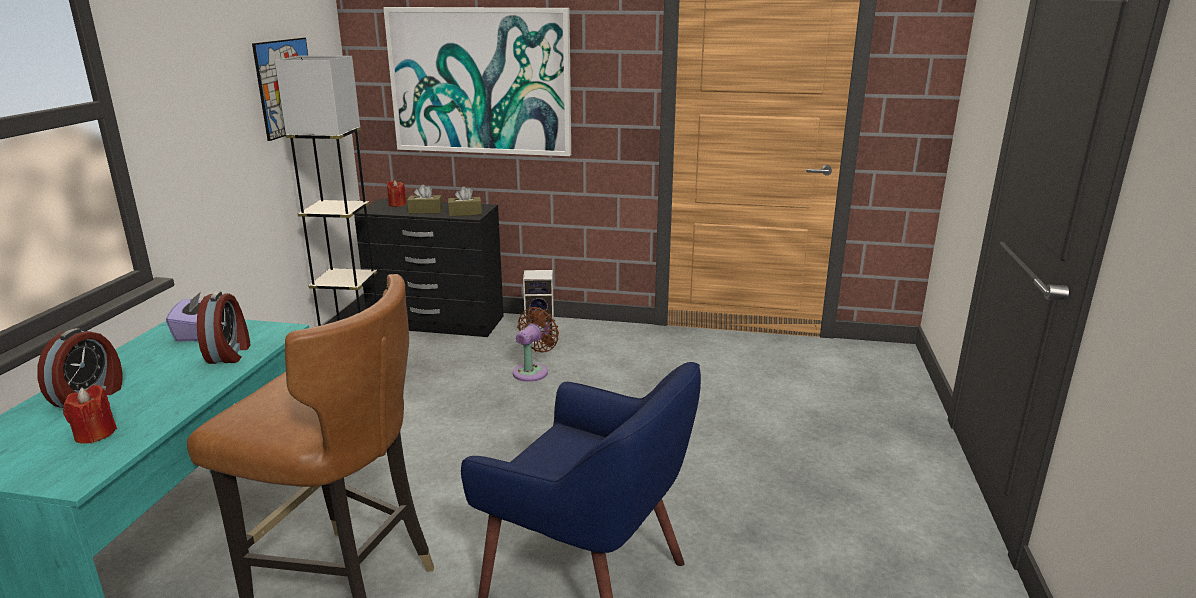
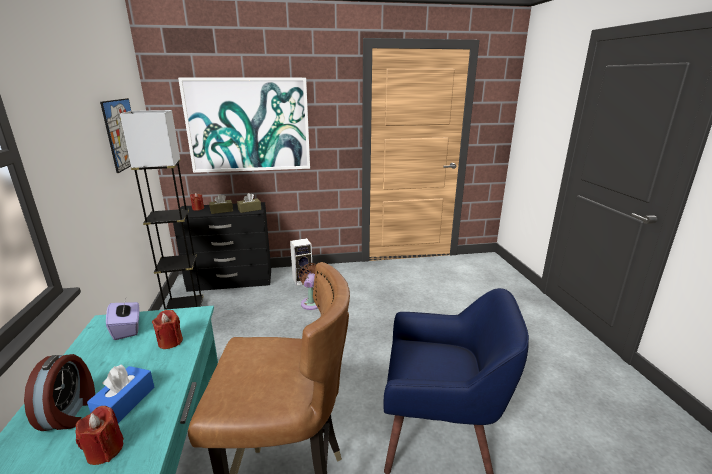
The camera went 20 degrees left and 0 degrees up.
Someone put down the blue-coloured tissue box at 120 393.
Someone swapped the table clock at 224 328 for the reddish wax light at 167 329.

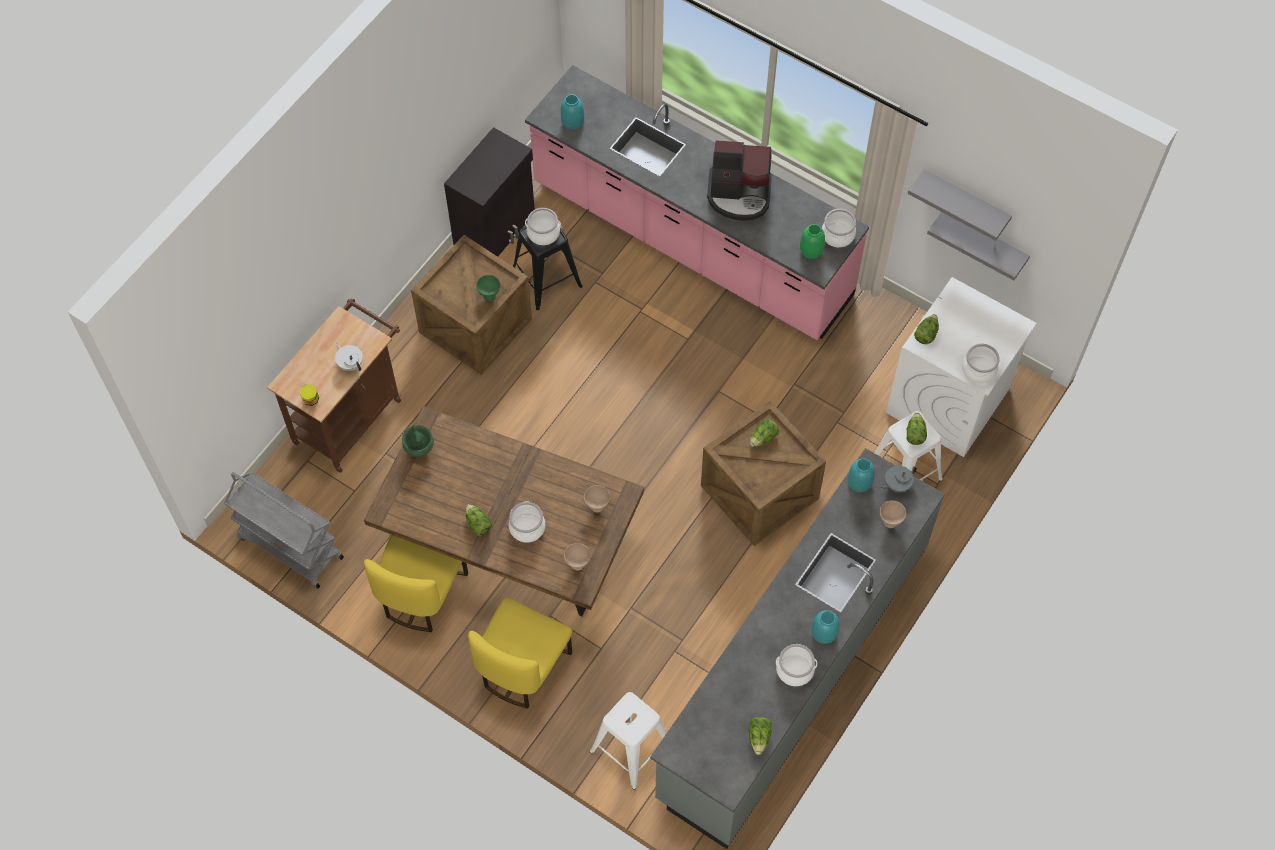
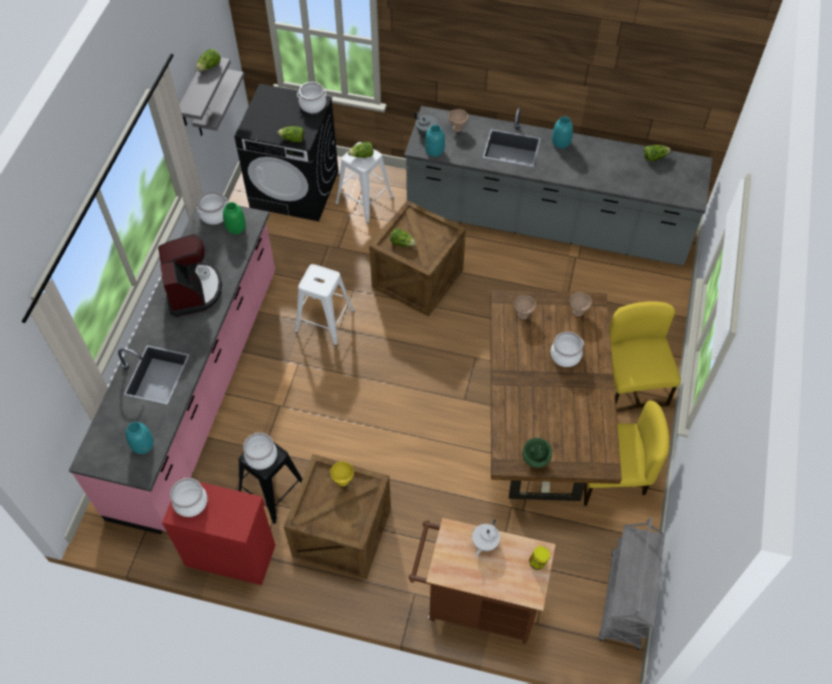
The camera went 110 degrees left and 5 degrees down.
Someone carried the lettuce head from 478 520 to 208 60.
Someone carried the white-coloured stool from 628 741 to 324 305.
Someone carried the saucepot from 796 665 to 188 497.
Someone repainted the black storage cabinet at 489 192, which became the reddish storage cabinet at 219 531.
Someone repainted the greenish deep dish at 488 288, which became the yellow deep dish at 342 473.
Someone repainted the white-coloured laundry appliance at 961 367, which became the black laundry appliance at 286 152.
Someone rotated the yellow plain chair at 520 653 by 105 degrees counterclockwise.

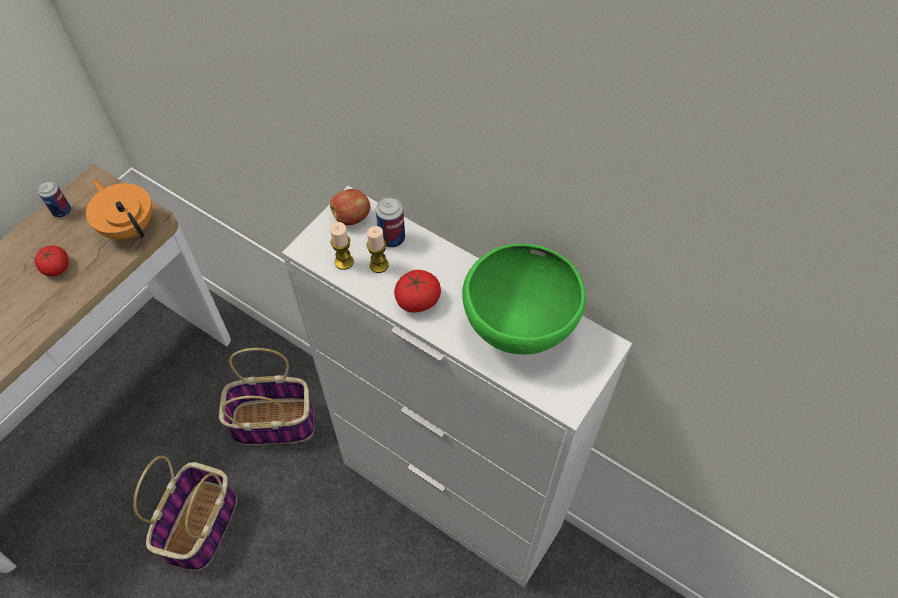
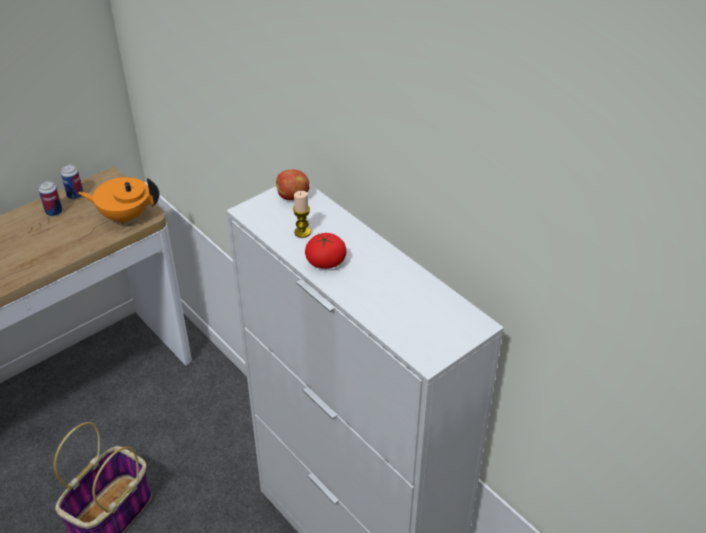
The camera went 15 degrees right and 15 degrees down.
Someone took away the fresh tomato at 52 260.
Someone took away the storage basket at 266 396.
Someone took away the wax light at 342 246.
Someone took away the greenish deep dish at 524 299.
Someone carried the metal can from 390 222 to 51 198.
Someone rotated the orange teapot at 119 209 by 60 degrees counterclockwise.

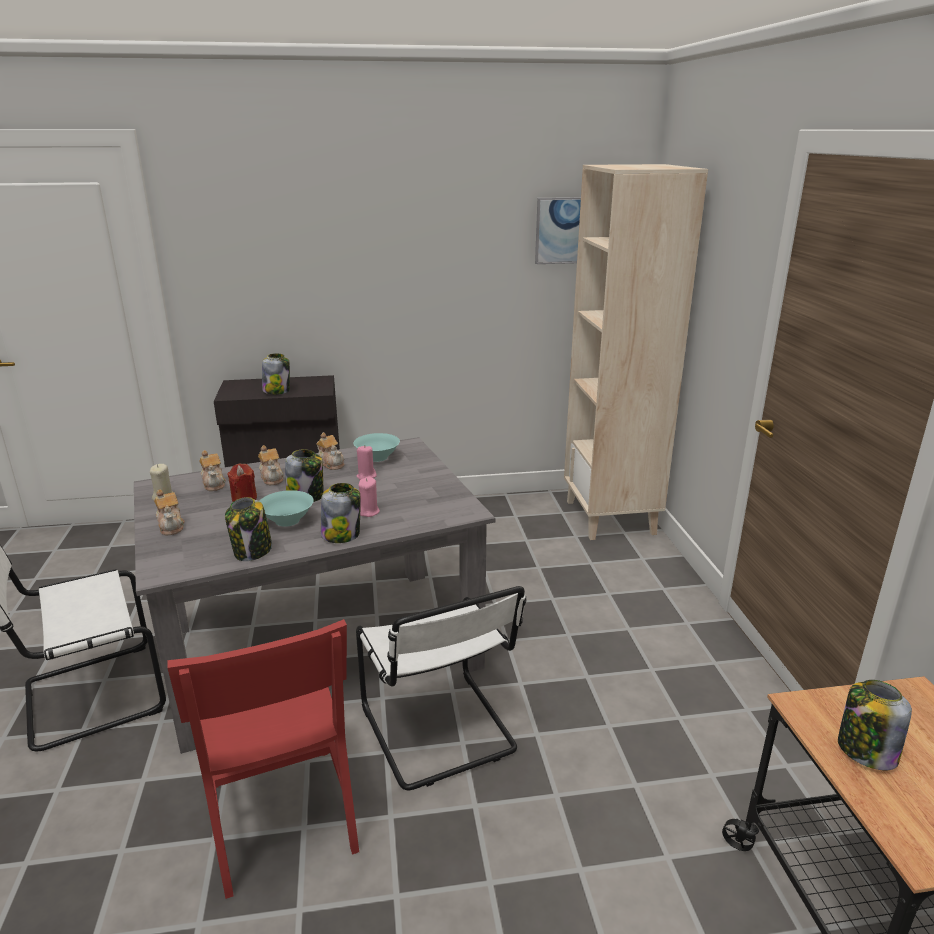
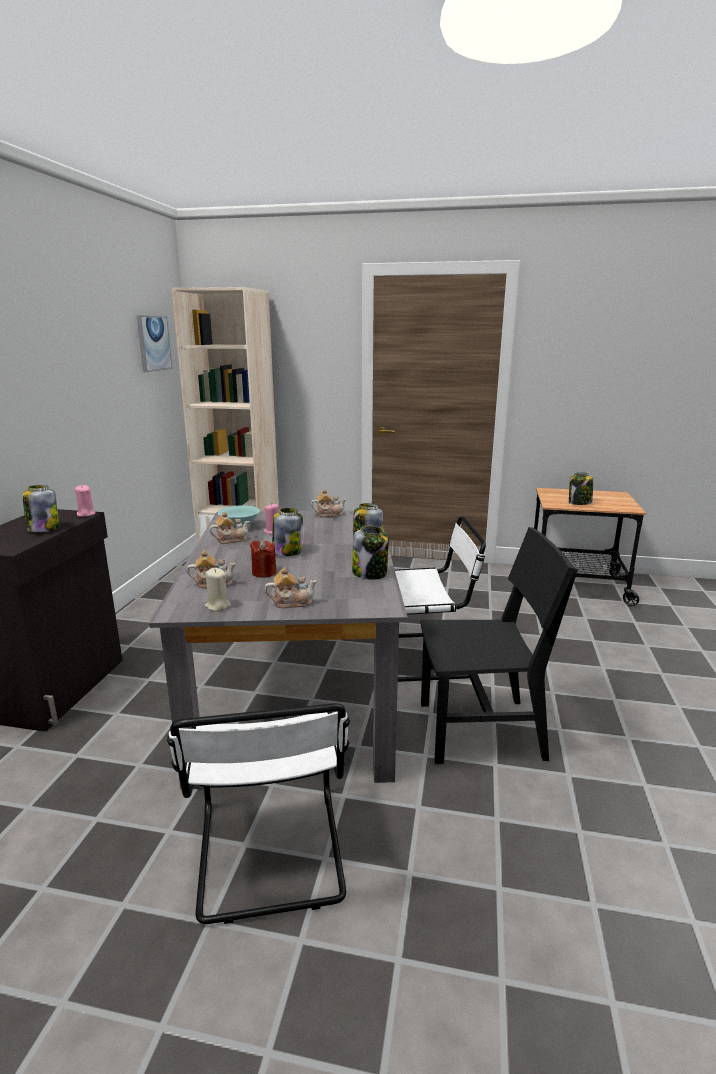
The camera went 70 degrees left and 5 degrees down.
Someone took away the blue-green deep dish at 287 508.
Someone carried the teapot from 271 465 to 328 503.
Someone carried the pinkish wax light from 369 497 to 85 501.
Someone repainted the reddish plain chair at 263 759, which became the black plain chair at 499 645.

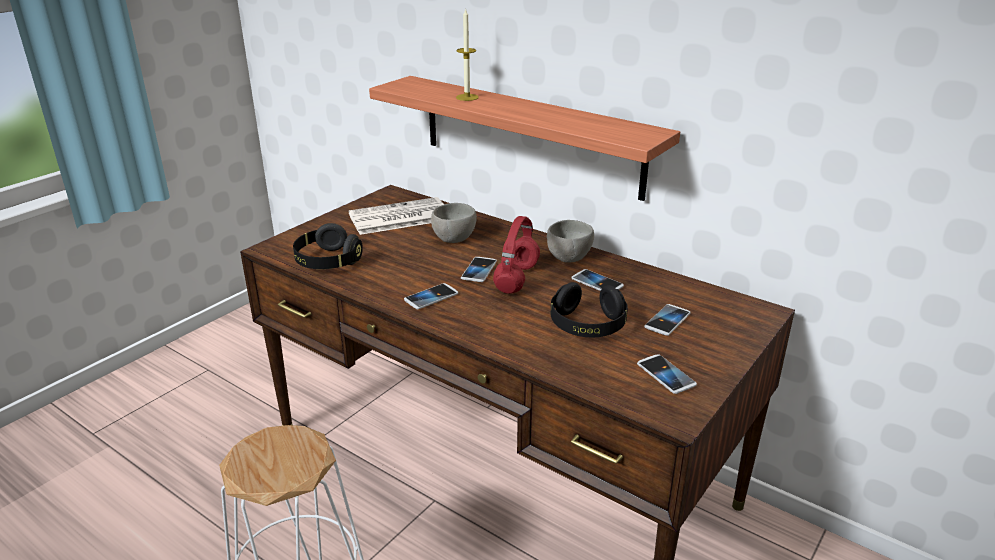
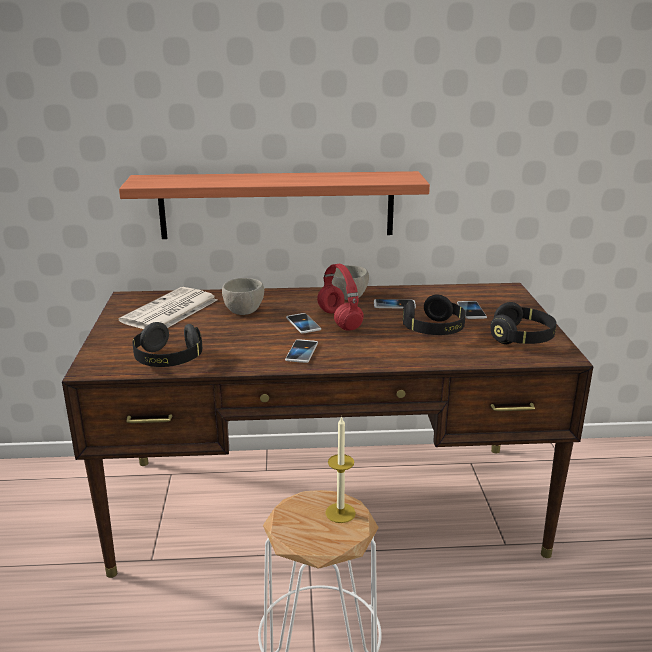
The camera went 40 degrees left and 5 degrees down.
Someone carried the wax light from 467 54 to 340 469.
Someone swapped the telephone at 667 374 for the black pair of headphones at 523 323.

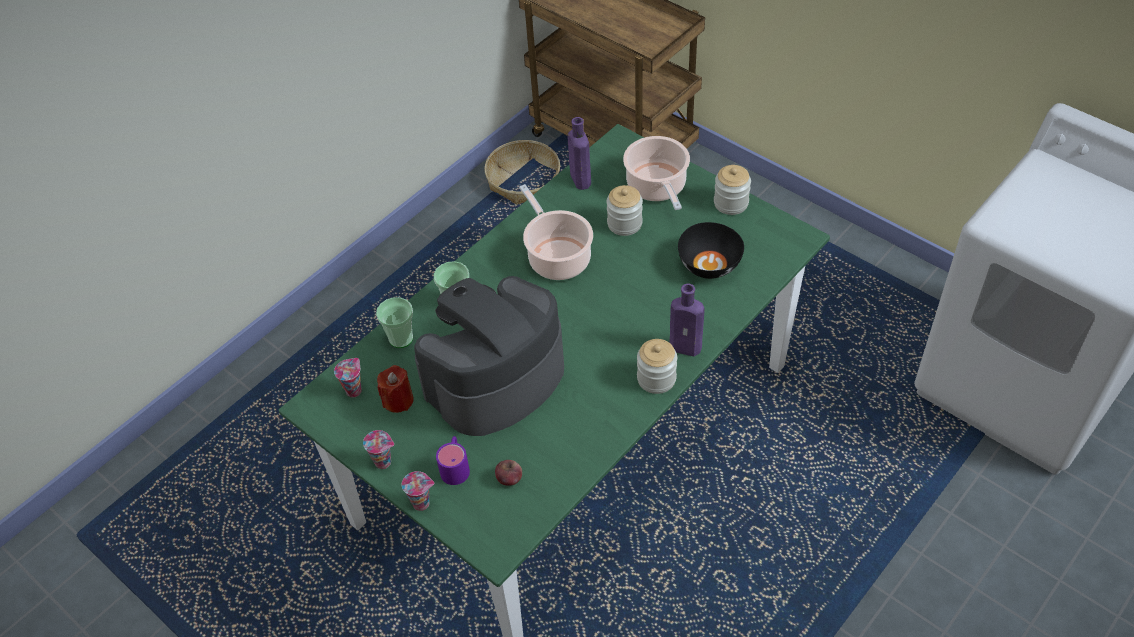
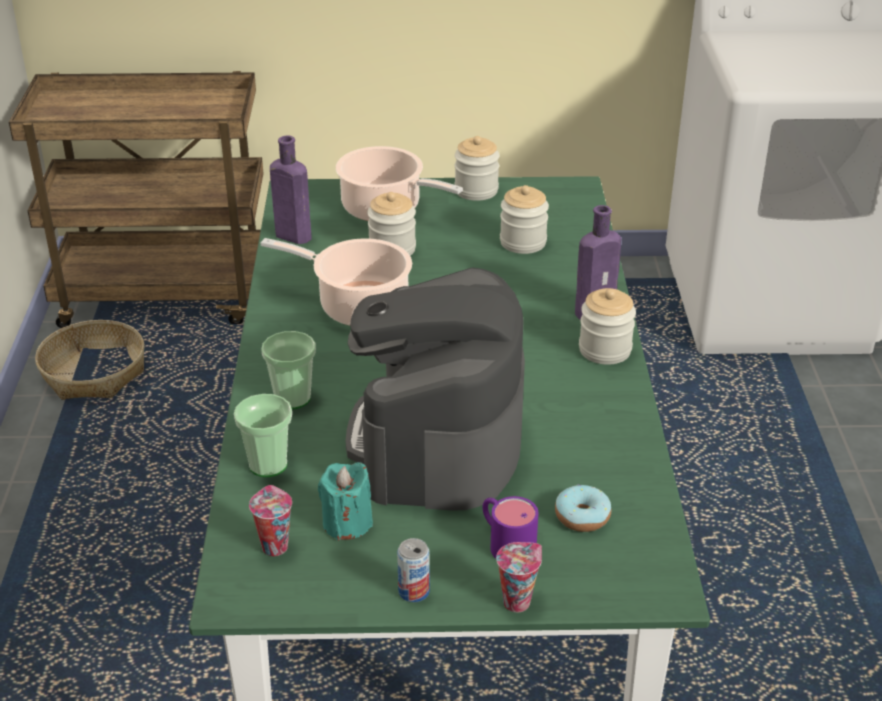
The camera went 45 degrees left and 15 degrees down.
Someone swapped the drinking cup at 378 449 for the metal can at 413 570.
Someone swapped the whole apple at 508 473 for the donut at 583 508.
Someone swapped the black deep dish at 711 250 for the preserve jar at 524 219.
Someone repainted the reddish wax light at 395 389, which became the blue-green wax light at 345 501.

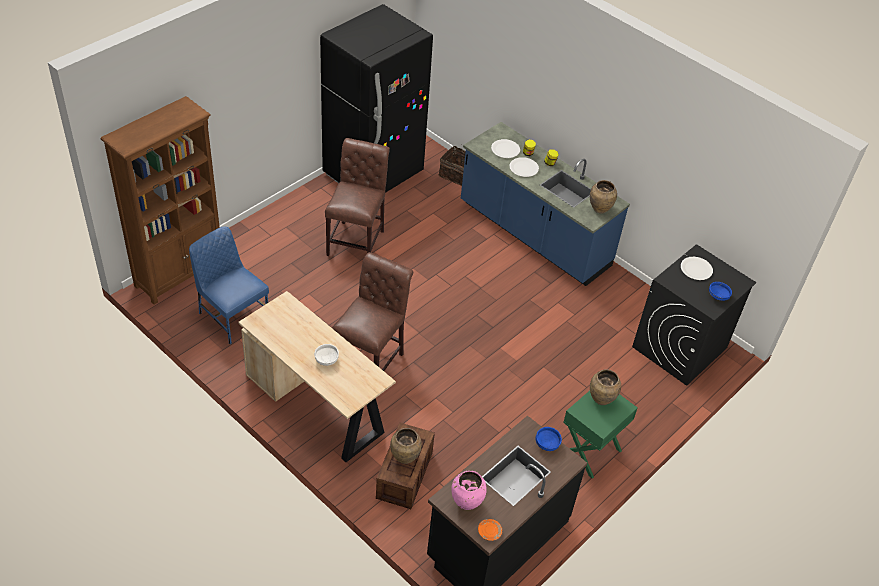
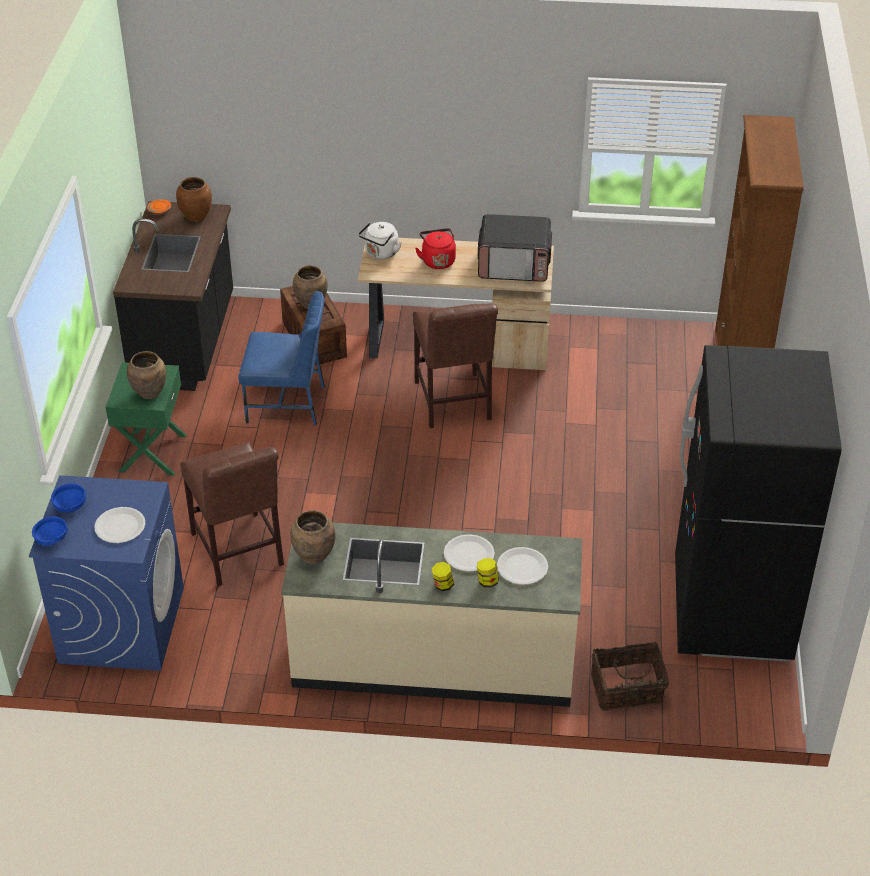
The camera went 145 degrees right and 5 degrees down.
Someone put down the white-coloured kettle at 380 240.
Someone put down the microwave at 515 248.
Someone carried the blue-coloured plain chair from 229 285 to 282 358.
Someone carried the brownish plain chair from 357 197 to 232 514.
Someone carried the blue-coloured deep dish from 549 439 to 50 531.
Someone swapped the white-coloured deep dish at 326 355 for the reddish kettle at 435 248.
Someone repainted the pinkish vase at 469 490, which became the brownish vase at 194 199.
Someone repainted the blue-coloured kitchen base unit at 545 204, which became the sand-coloured kitchen base unit at 431 615.
Someone repainted the black laundry appliance at 694 315, which became the blue-coloured laundry appliance at 106 573.

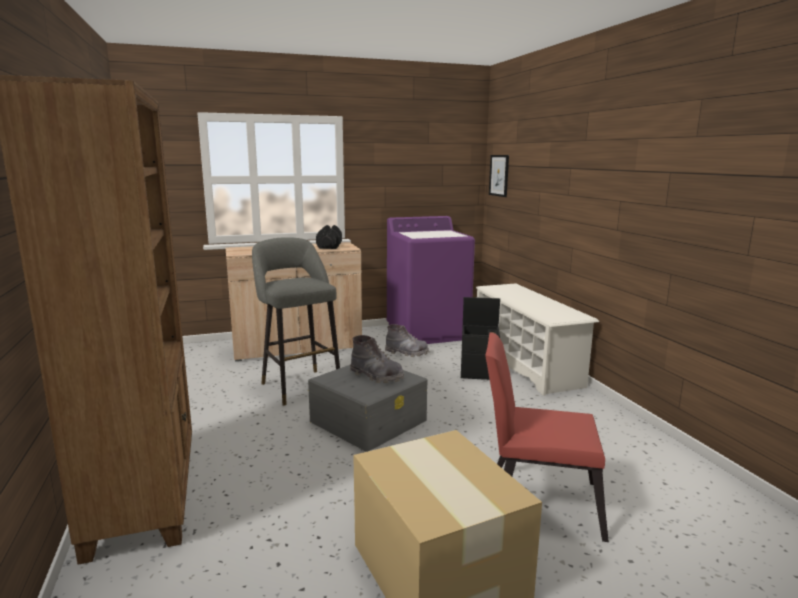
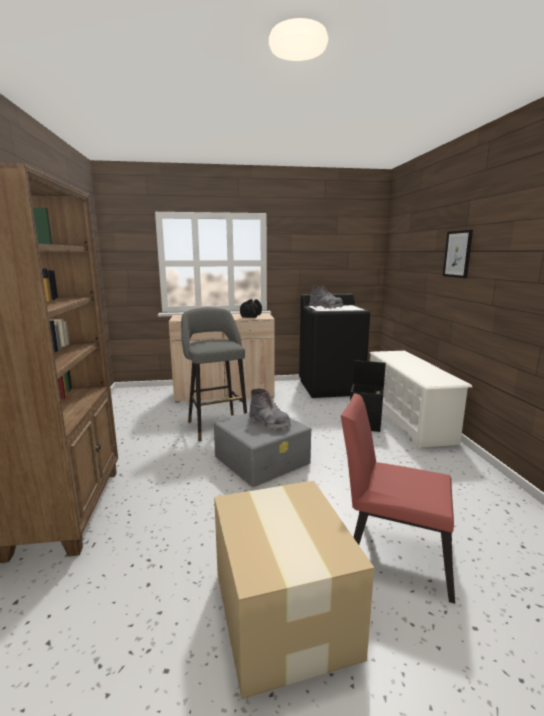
The camera went 10 degrees right and 0 degrees up.
Someone carried the gray high-top boot from 407 340 to 326 297.
Someone carried the wall art from 499 176 to 458 254.
Someone repainted the purple-coloured laundry appliance at 431 280, which became the black laundry appliance at 334 346.

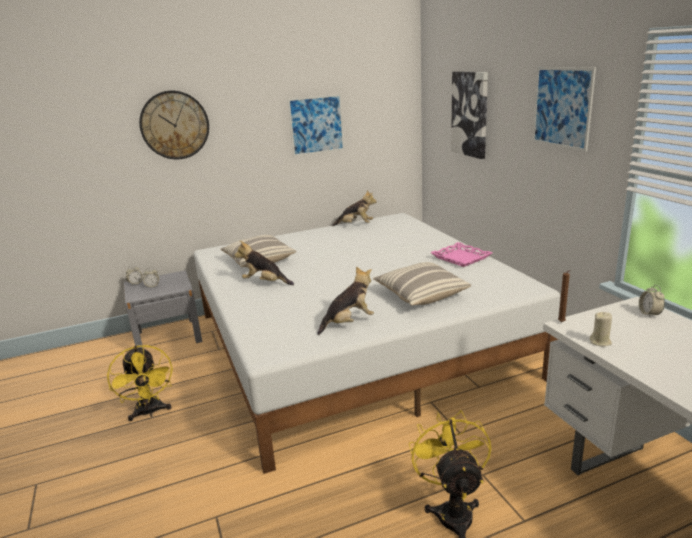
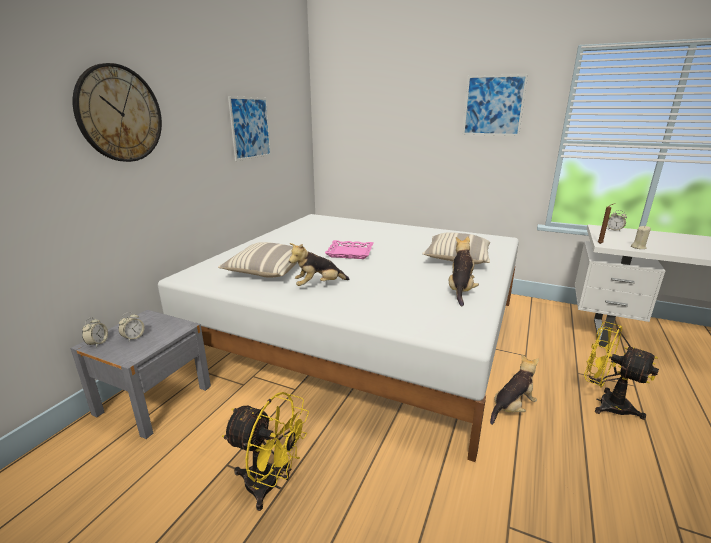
The camera went 45 degrees left and 0 degrees up.
Someone took away the wall art at 469 115.
Someone carried the plush toy from 354 208 to 514 390.
Someone carried the pinkish carrying tray from 461 254 to 349 249.

